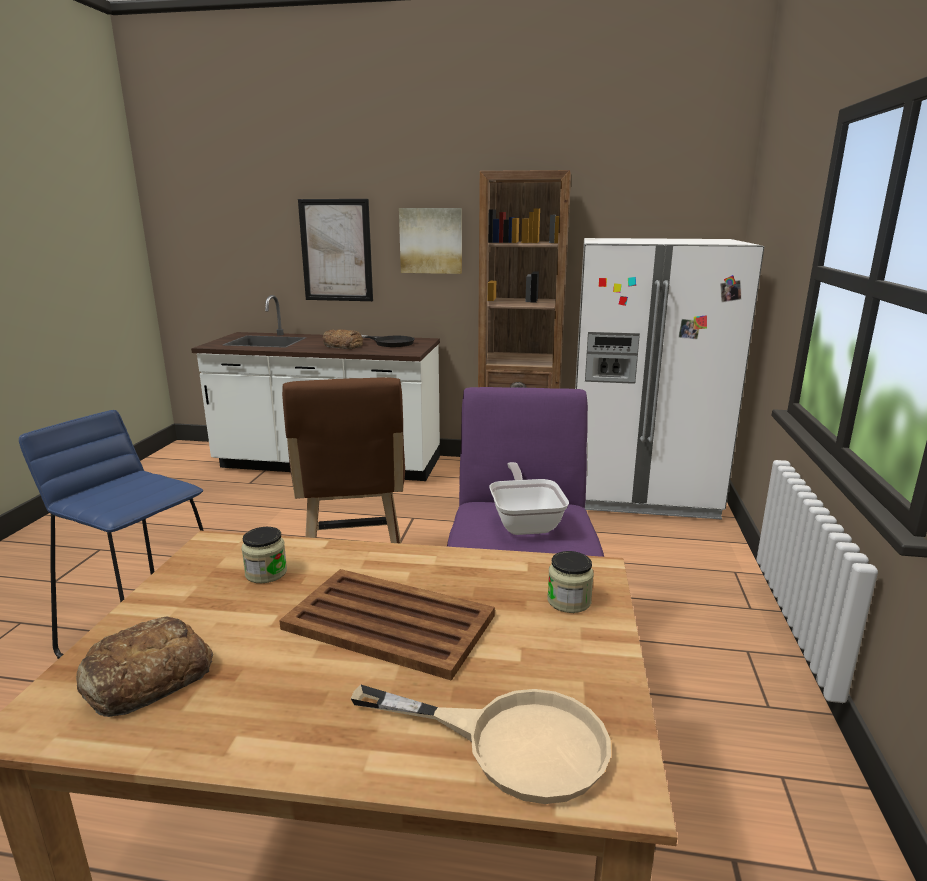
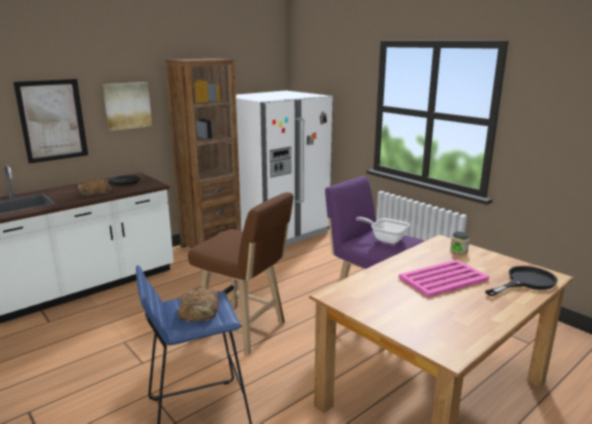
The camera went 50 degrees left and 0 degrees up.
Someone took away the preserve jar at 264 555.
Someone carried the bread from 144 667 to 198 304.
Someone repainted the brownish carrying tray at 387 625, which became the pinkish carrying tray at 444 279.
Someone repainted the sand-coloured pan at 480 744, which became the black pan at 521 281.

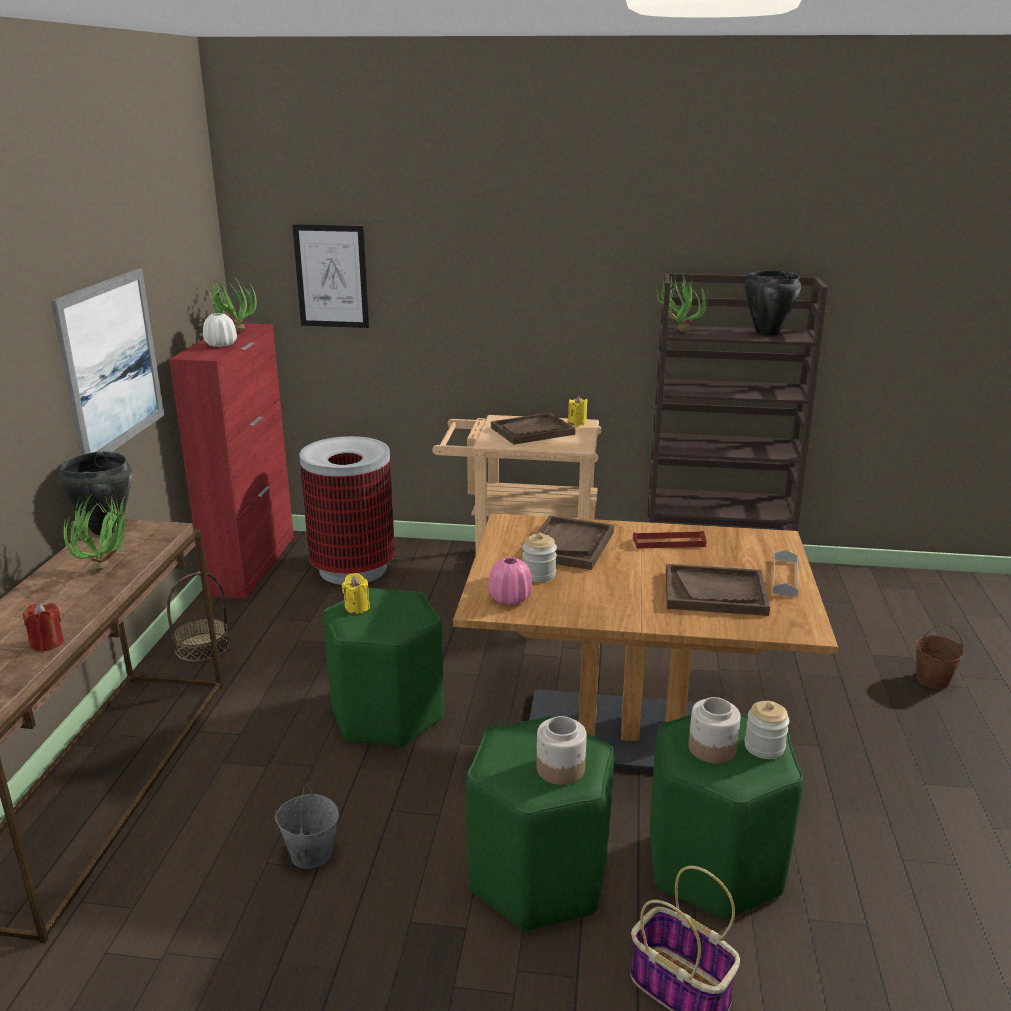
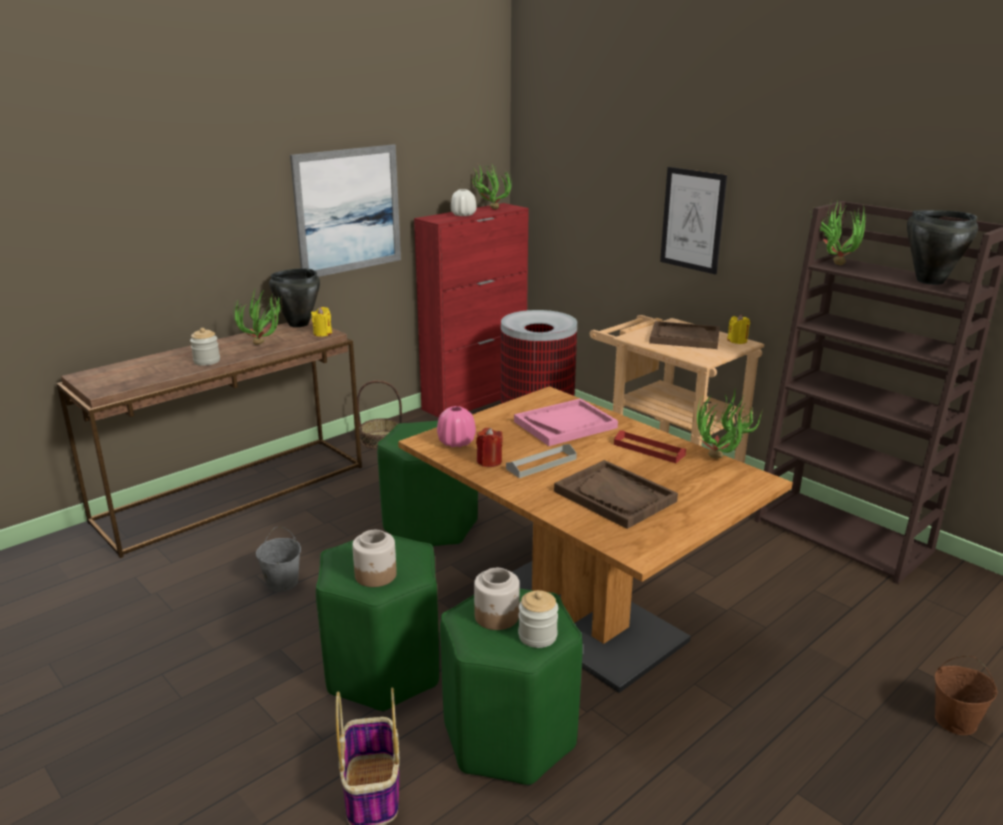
The camera went 40 degrees right and 0 degrees up.
Someone put down the plant in a pot at 730 424.
Someone carried the reddish wax light from 43 627 to 489 447.
Someone carried the wall art from 330 276 to 693 220.
Someone carried the yellow wax light from 356 593 to 321 321.
Someone carried the preserve jar from 539 557 to 205 347.
Someone carried the gray carrying tray from 785 573 to 541 461.
Someone repainted the brownish carrying tray at 568 542, which became the pinkish carrying tray at 566 422.

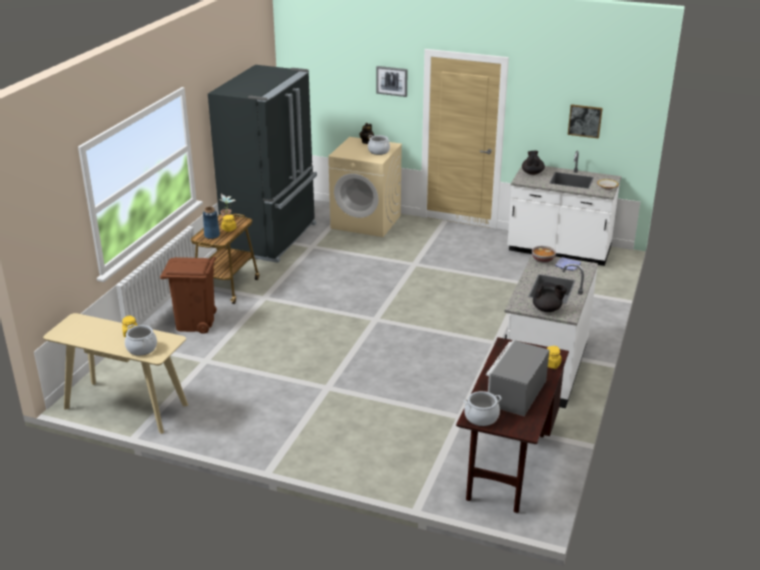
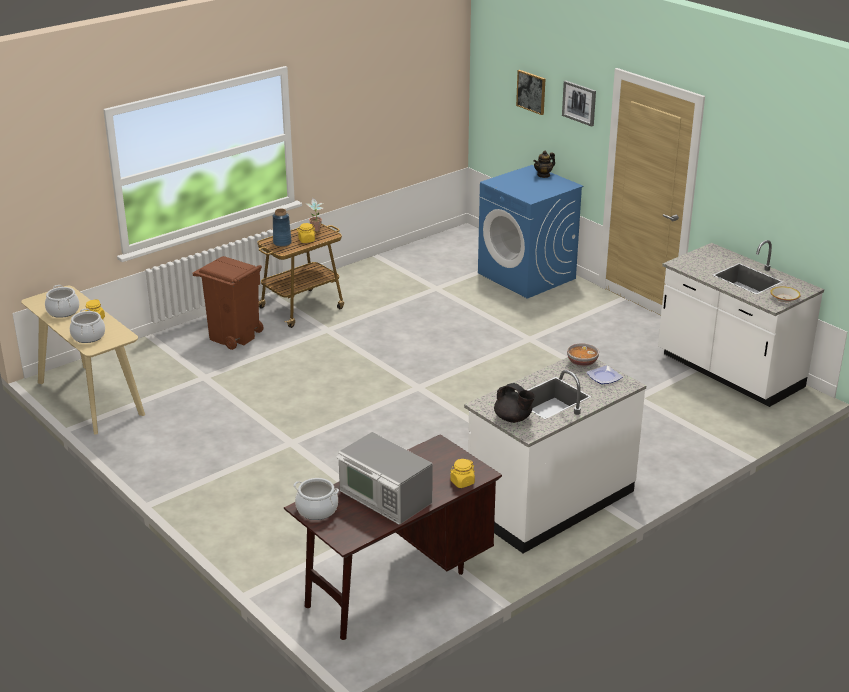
The camera went 30 degrees right and 0 degrees up.
Someone took away the black kitchen fridge at 262 164.
Someone took away the black teapot at 533 163.
Someone carried the saucepot from 379 145 to 62 301.
Someone carried the wall art from 585 121 to 530 92.
Someone repainted the sand-coloured laundry appliance at 365 187, which became the blue-coloured laundry appliance at 531 232.
Someone rotated the microwave at 517 378 by 105 degrees counterclockwise.

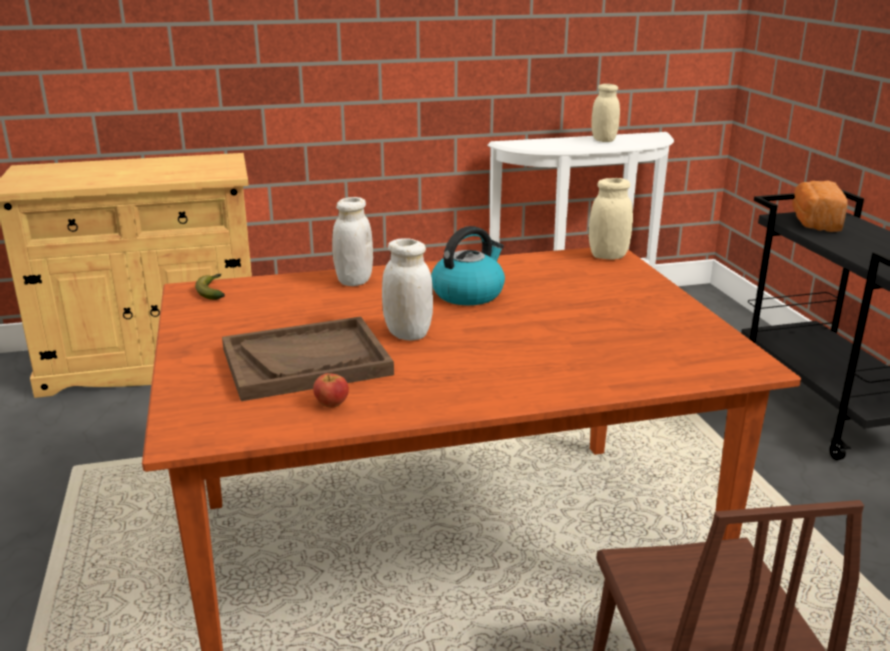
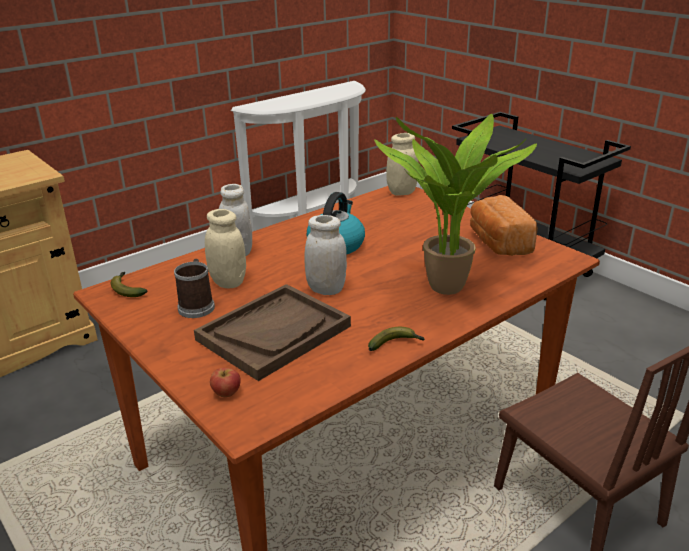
The camera went 25 degrees left and 5 degrees up.
Someone put down the tea mug at 194 288.
Someone put down the banana at 396 339.
Someone put down the plant in a pot at 455 204.
Someone carried the whole apple from 331 390 to 225 382.
Someone carried the sand-coloured preserve jar from 605 113 to 225 249.
Someone carried the bread from 819 206 to 504 225.

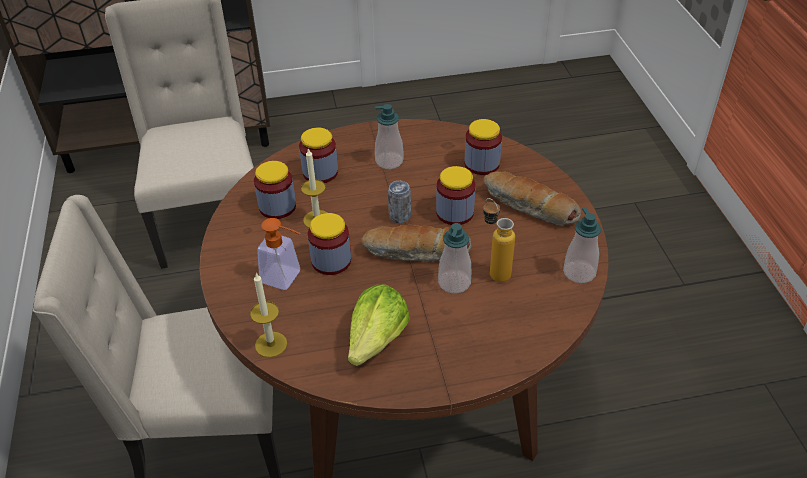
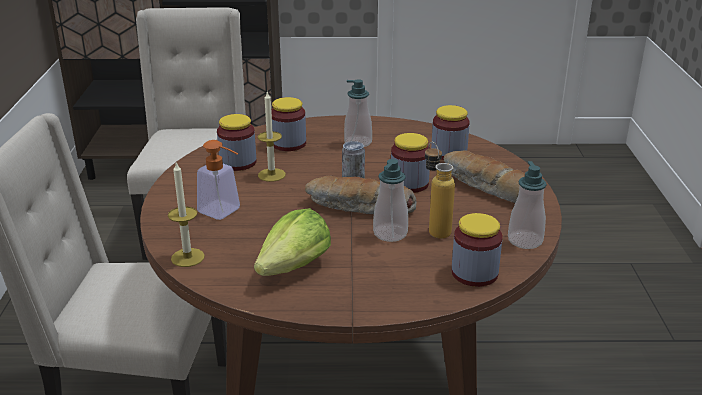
The camera went 10 degrees right and 15 degrees down.
Someone carried the preserve jar from 329 244 to 477 250.

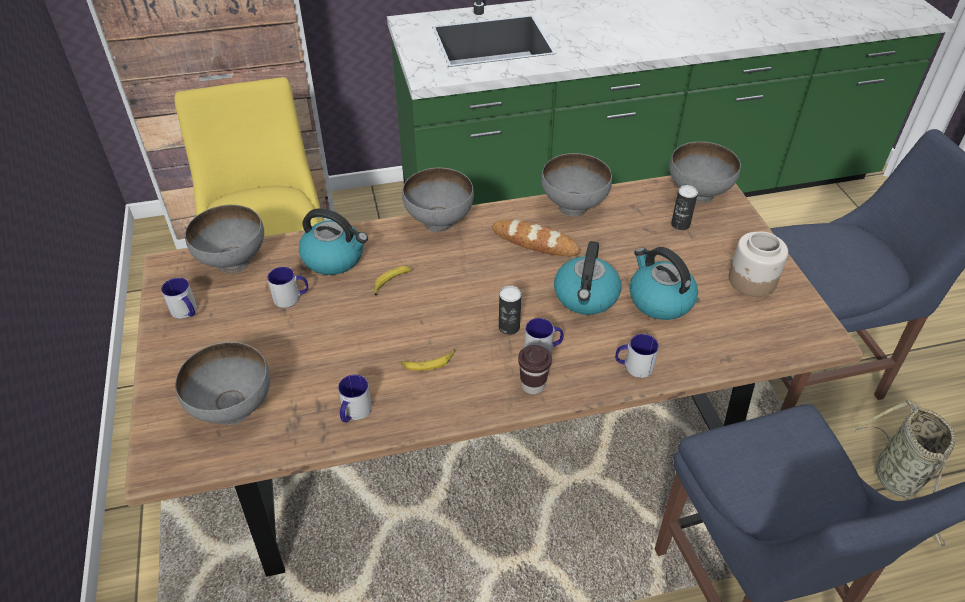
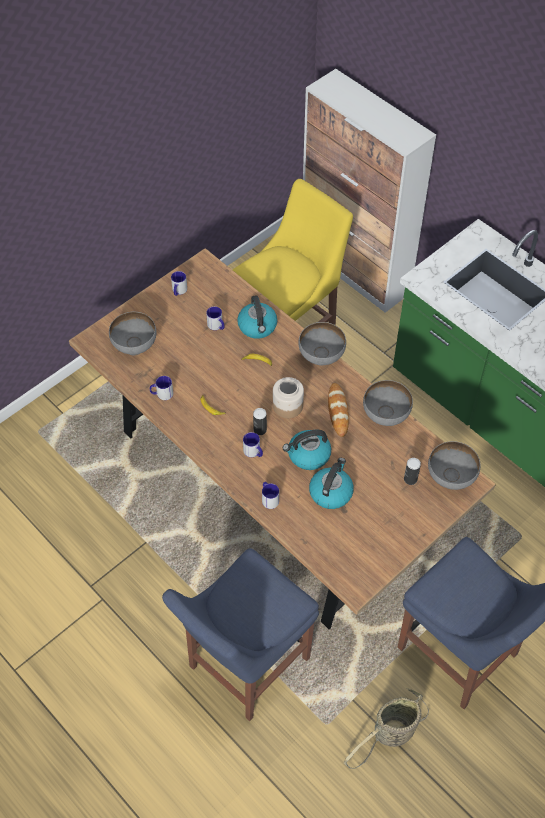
The camera went 60 degrees right and 10 degrees up.
Someone took away the gray deep dish at 224 239.
Someone took away the brownish drinking cup at 535 369.
Someone carried the preserve jar from 758 264 to 288 397.

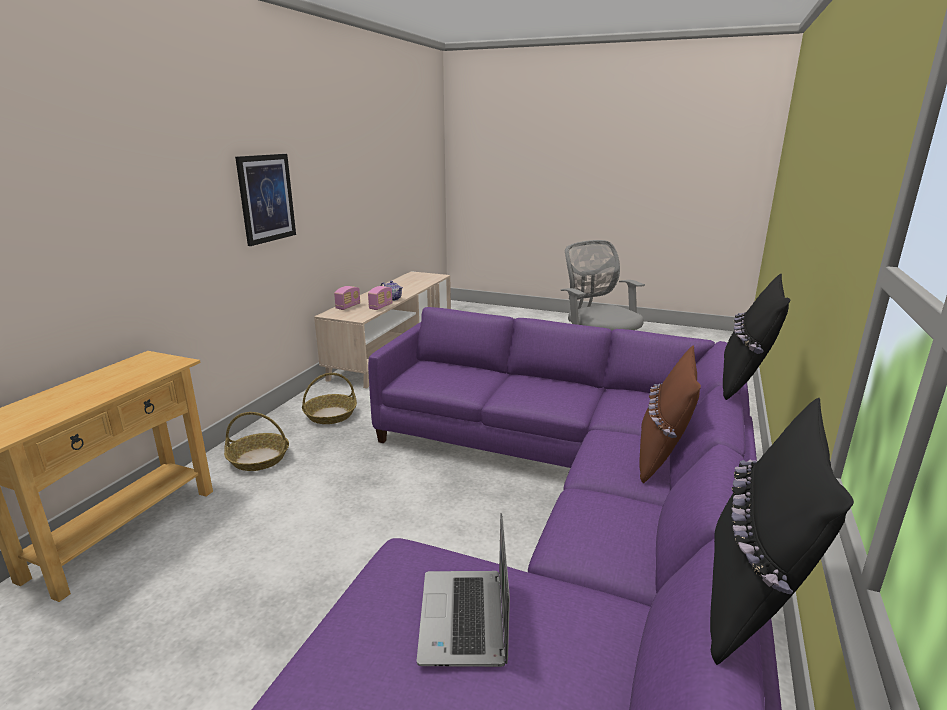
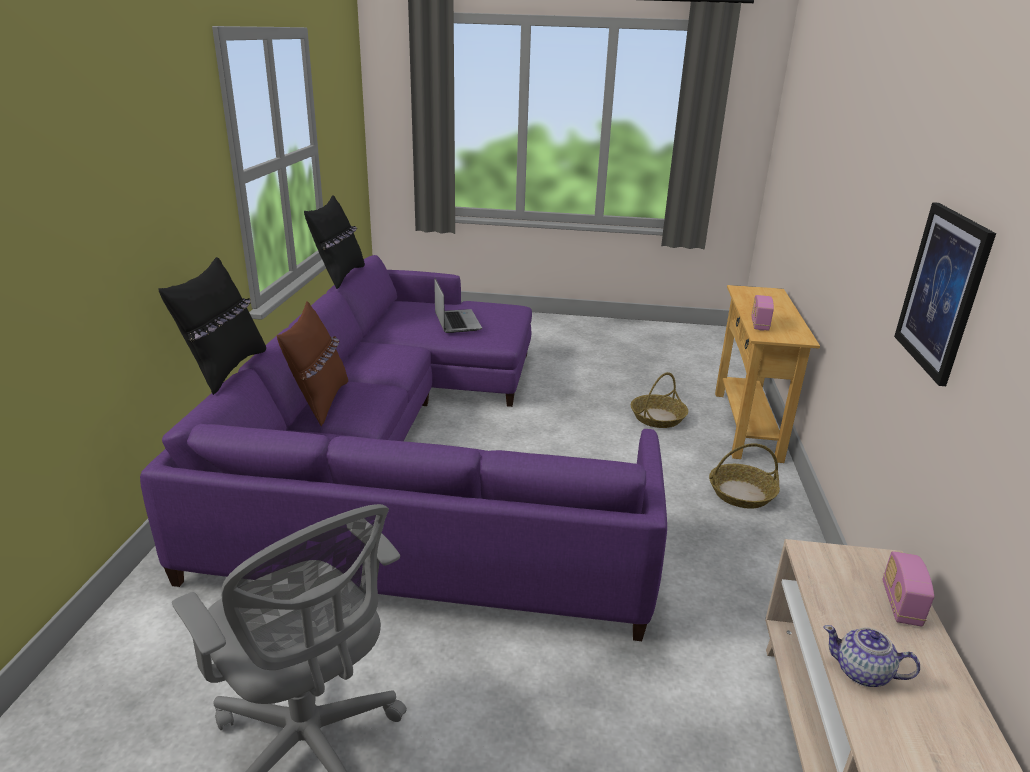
The camera went 165 degrees right and 5 degrees up.
Someone carried the storage basket from 329 398 to 659 400.
Someone carried the radio from 380 298 to 762 313.

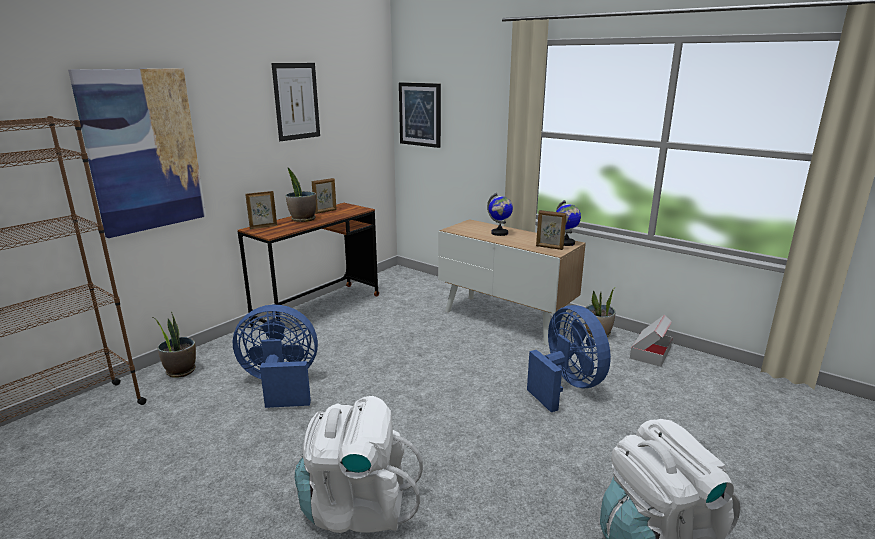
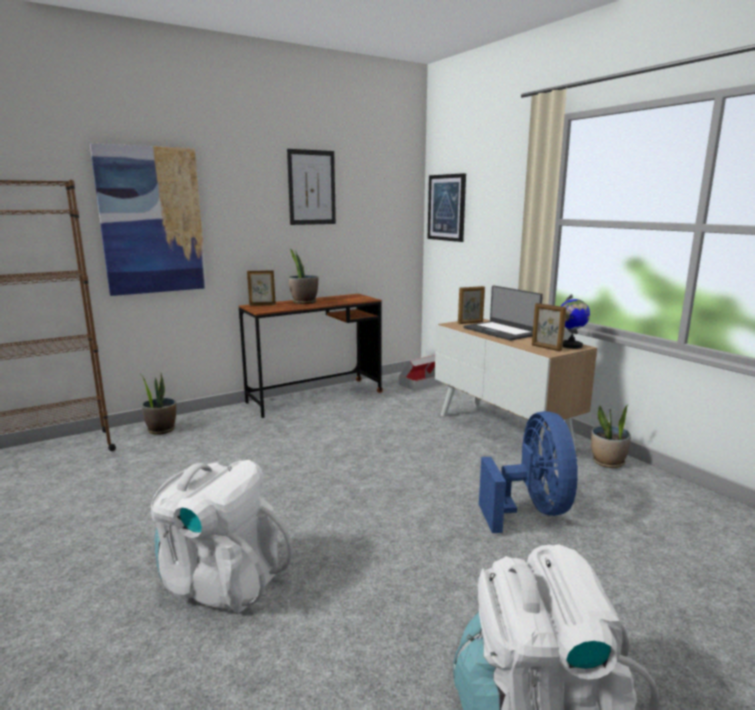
The camera went 20 degrees right and 5 degrees down.
Someone took away the blue-coloured cooling fan at 275 356.
Someone carried the picture frame from 324 196 to 471 305.
Someone carried the carton from 651 341 to 420 373.
Someone swapped the world globe at 500 214 for the portable computer at 503 313.

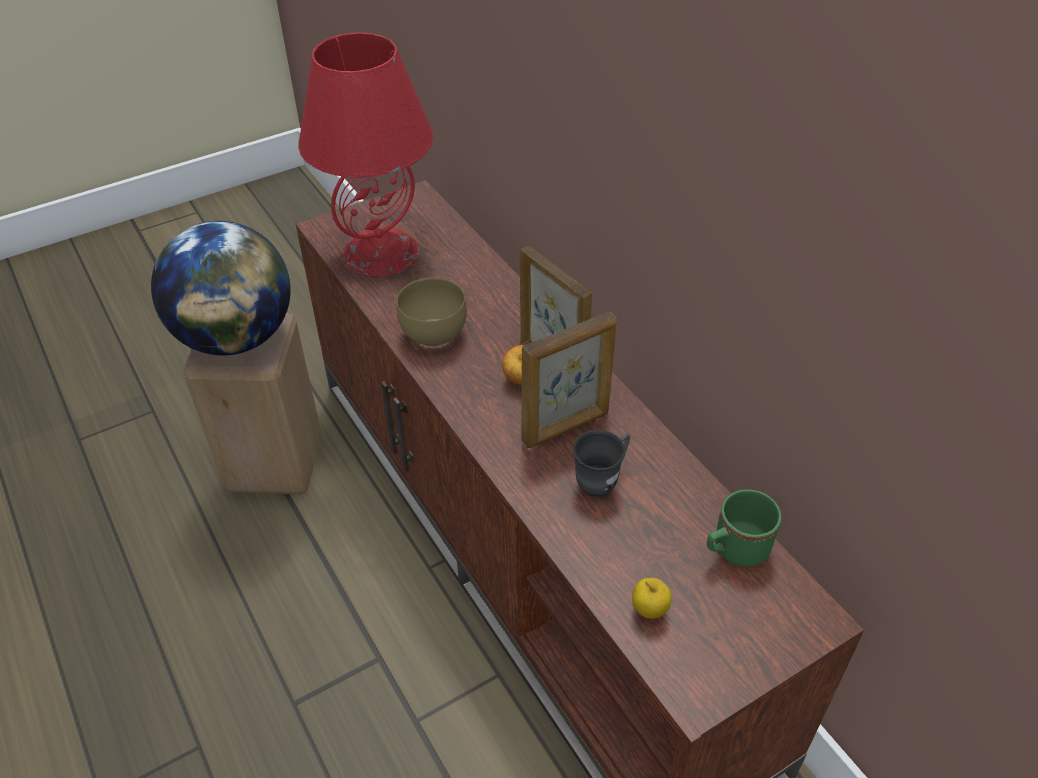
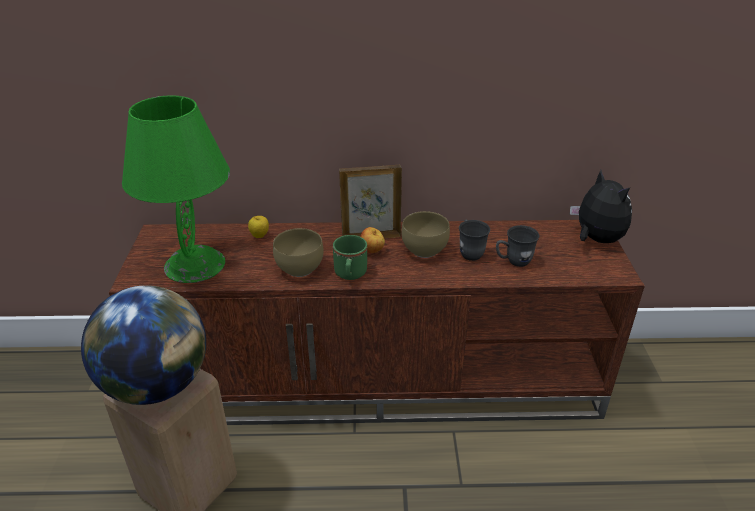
The camera went 60 degrees left and 10 degrees down.
Someone put down the gray tea mug at 517 246.
Someone put down the plush toy at 601 206.
Someone carried the whole apple from 651 598 to 258 227.
Someone carried the greenish tea mug from 744 528 to 350 257.
Someone swapped the picture frame at 569 380 for the brownish deep dish at 425 234.
Someone repainted the reddish tabletop lamp at 366 155, which became the greenish tabletop lamp at 176 189.

